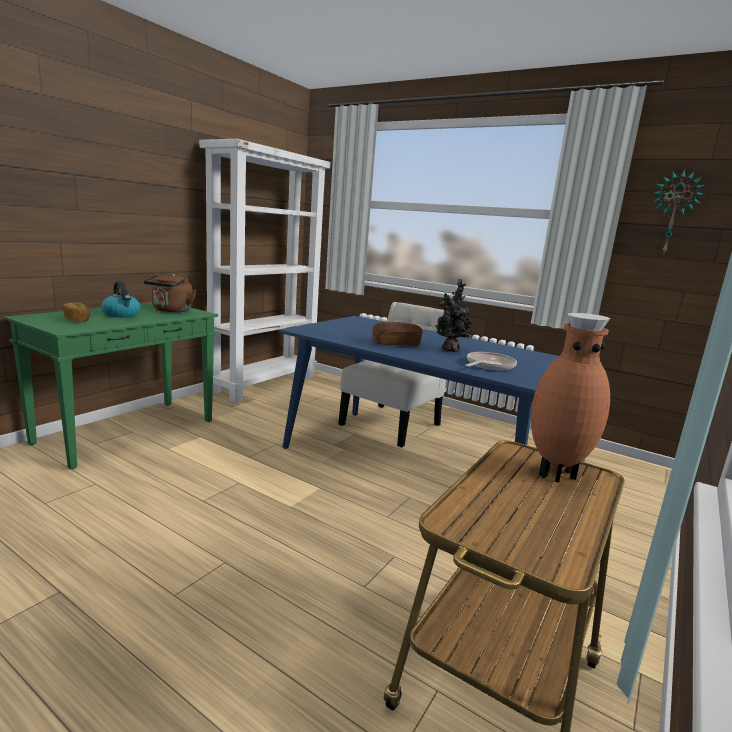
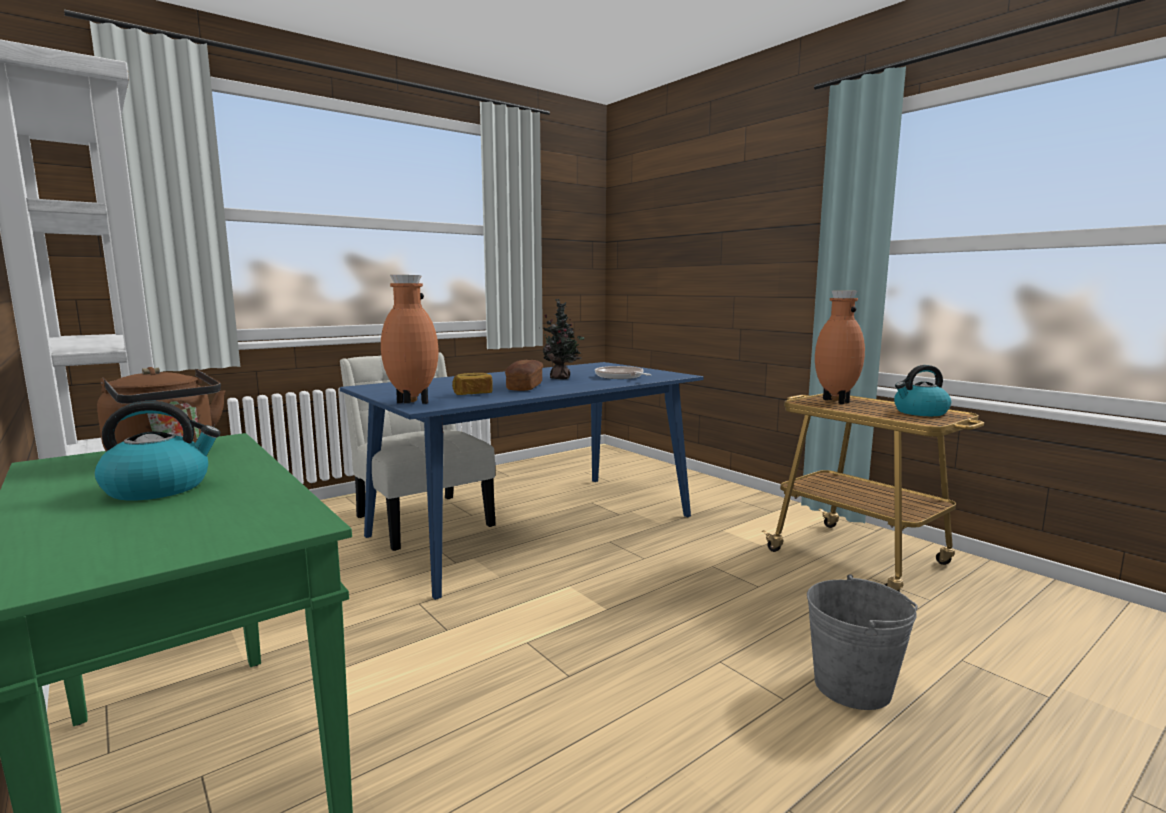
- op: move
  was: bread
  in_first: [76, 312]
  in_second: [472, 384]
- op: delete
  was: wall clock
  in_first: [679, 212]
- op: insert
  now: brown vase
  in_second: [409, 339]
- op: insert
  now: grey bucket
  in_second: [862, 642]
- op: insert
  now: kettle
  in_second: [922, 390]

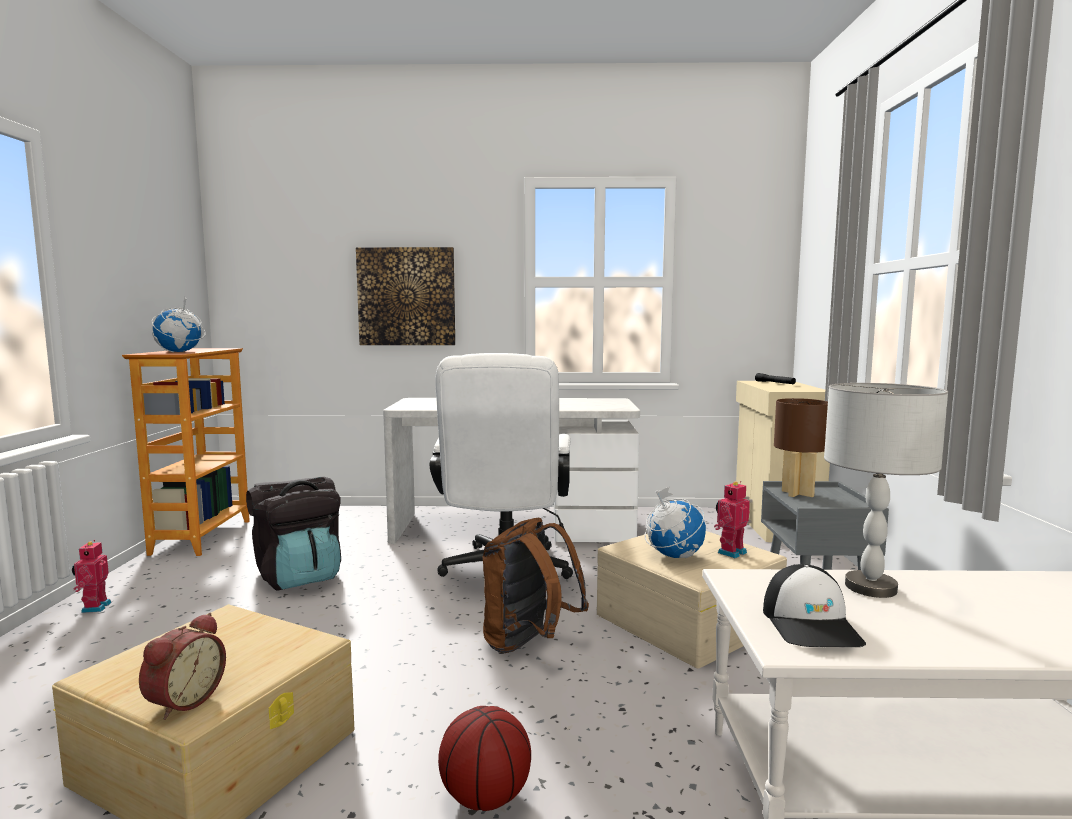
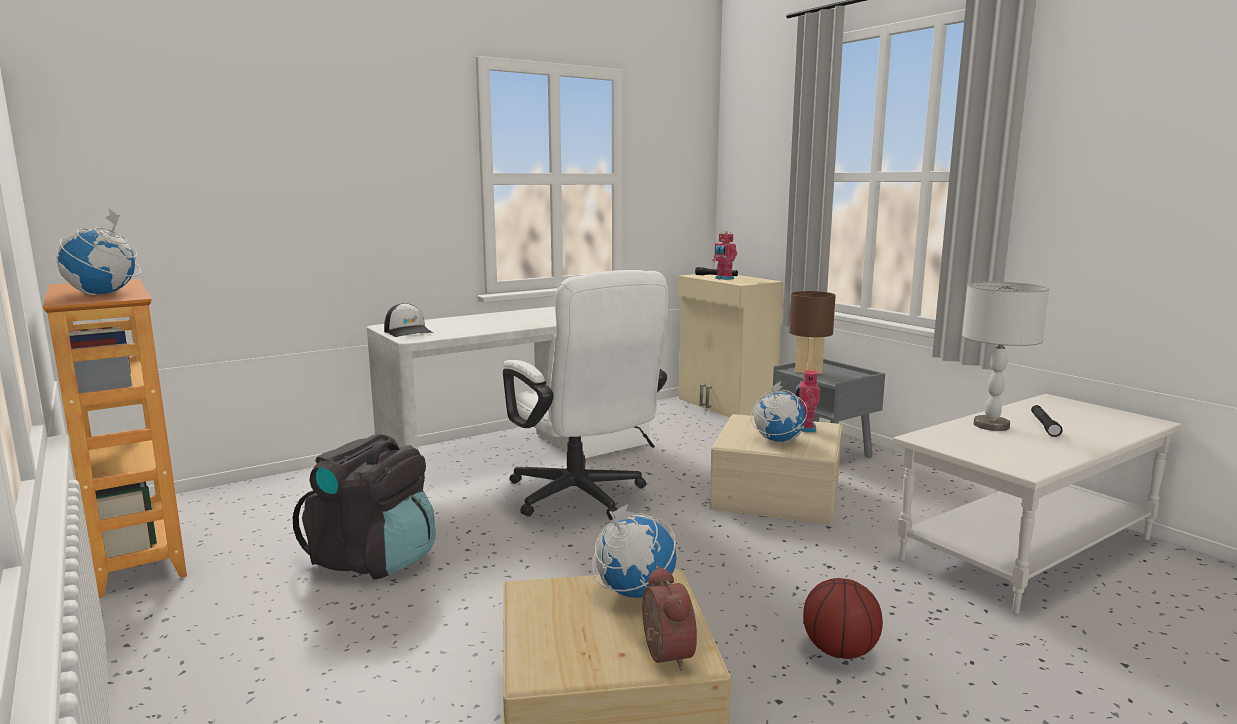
- op: move
  was: toy robot
  in_first: [92, 576]
  in_second: [724, 255]
- op: delete
  was: picture
  in_first: [405, 296]
- op: delete
  was: brown backpack
  in_first: [536, 585]
- op: move
  was: cap
  in_first: [814, 605]
  in_second: [408, 320]
- op: insert
  now: globe
  in_second: [634, 551]
- op: insert
  now: black flashlight
  in_second: [1047, 421]

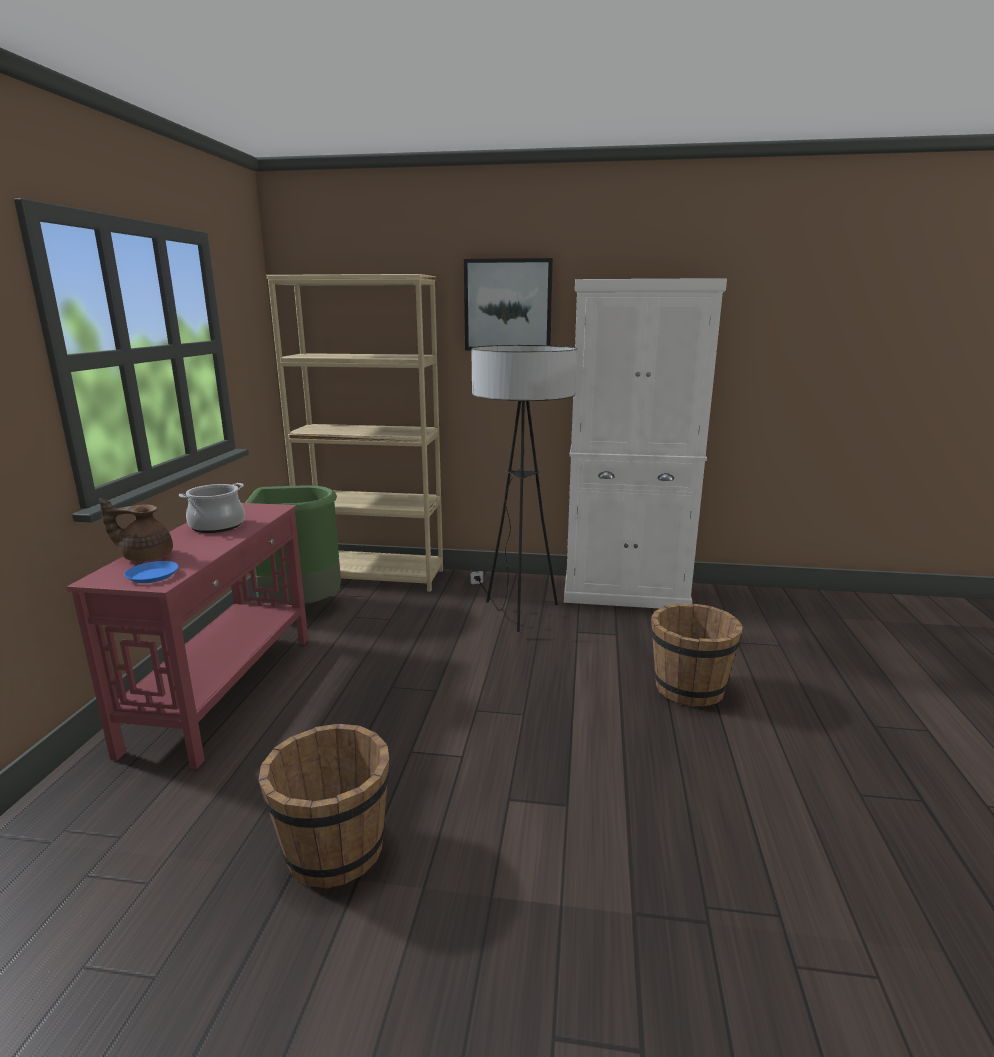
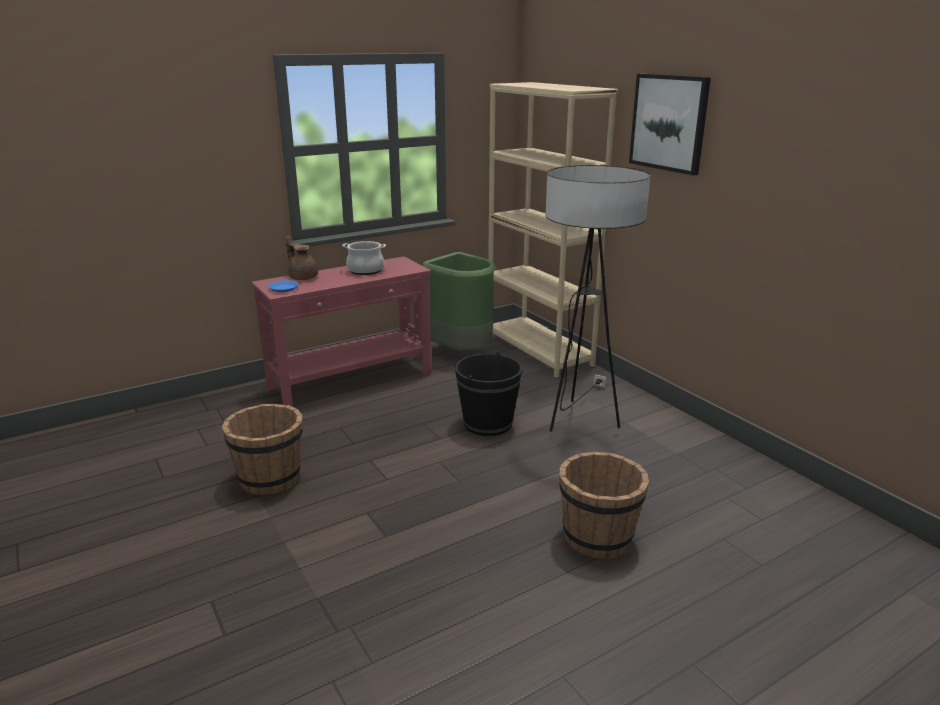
- op: delete
  was: white cabinet
  in_first: [645, 443]
- op: insert
  now: black bucket
  in_second: [489, 393]

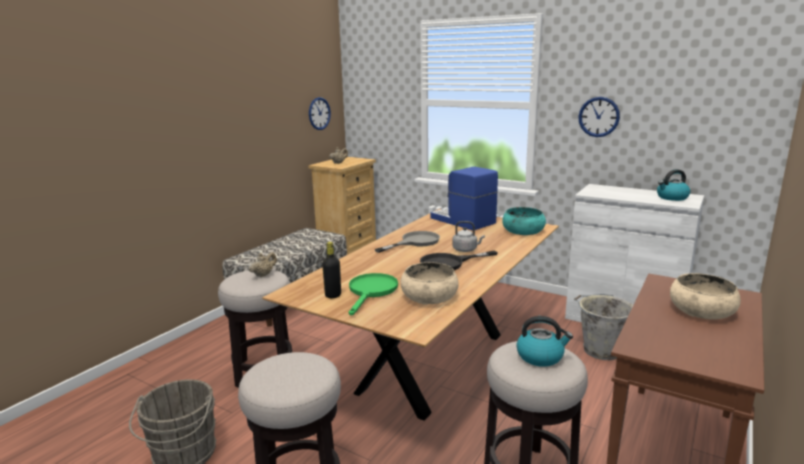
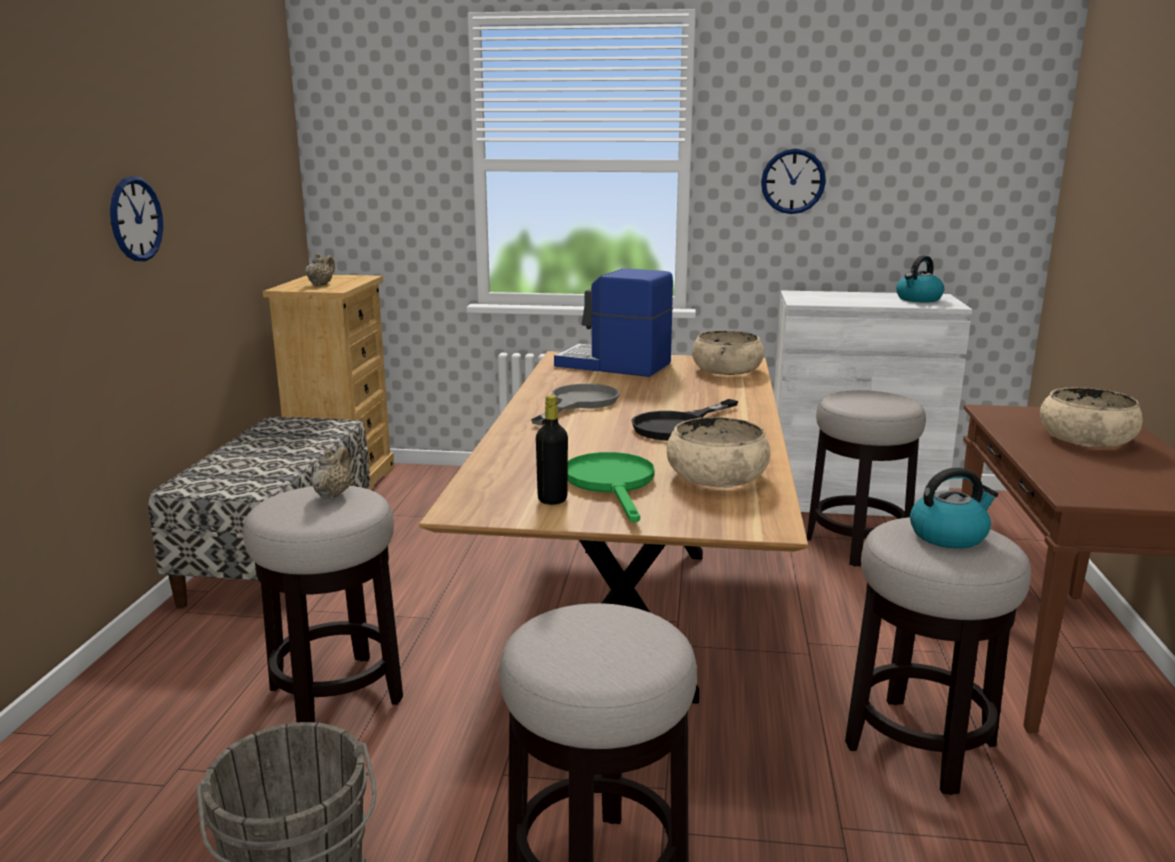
- op: move
  was: wall clock
  in_first: [320, 113]
  in_second: [136, 218]
- op: delete
  was: grey kettle
  in_first: [468, 236]
- op: recolor
  was: turquoise bowl
  now: beige bowl
  in_first: [524, 221]
  in_second: [728, 353]
- op: replace
  was: grey bucket
  now: stool
  in_first: [603, 327]
  in_second: [866, 478]

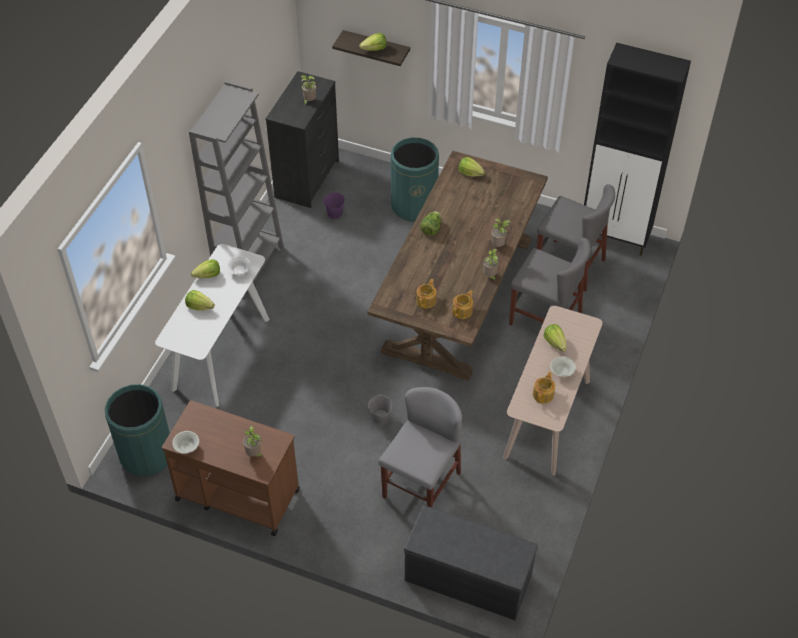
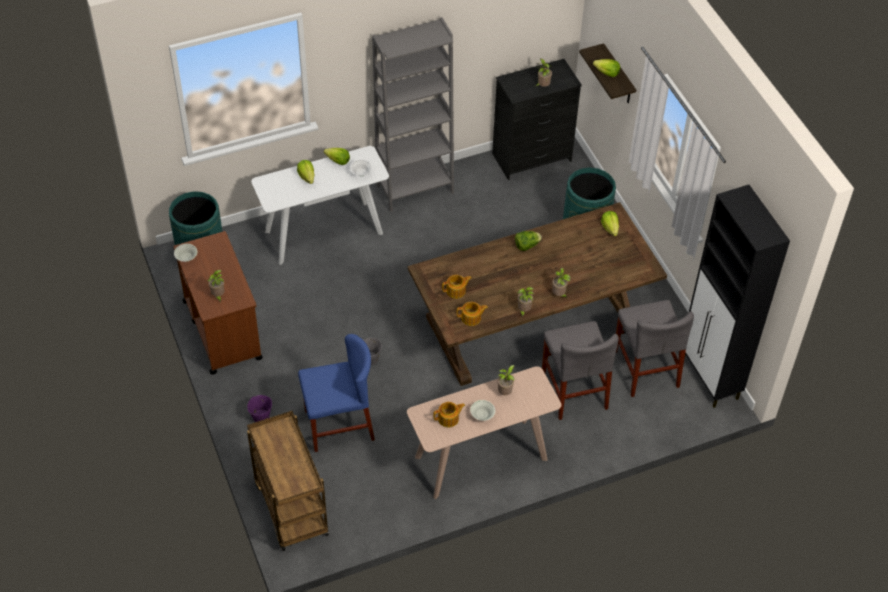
- op: move
  was: purple bucket
  in_first: [334, 205]
  in_second: [259, 408]
- op: recolor
  was: grey chair
  now: blue chair
  in_first: [420, 447]
  in_second: [336, 393]
- op: replace
  was: grey bench
  now: brown cart
  in_first: [471, 562]
  in_second: [288, 481]
- op: replace
  was: lettuce
  now: potted plant
  in_first: [554, 338]
  in_second: [506, 380]

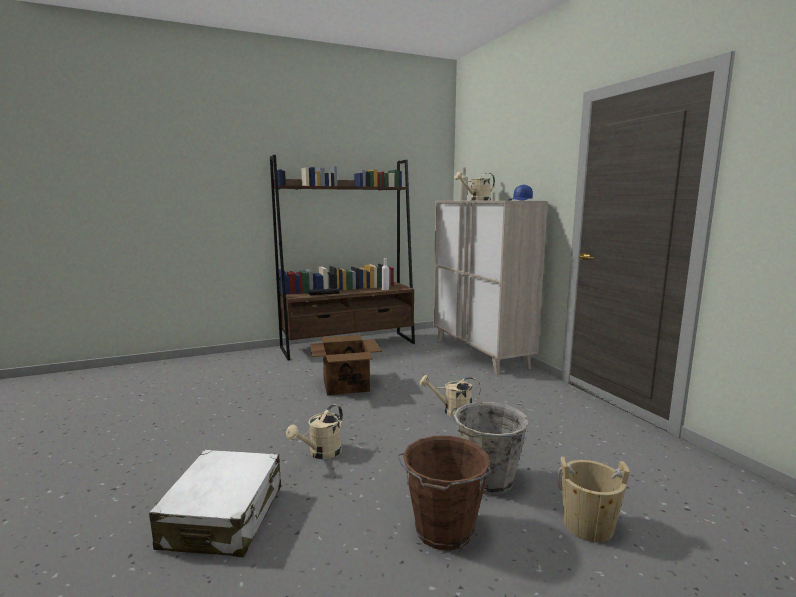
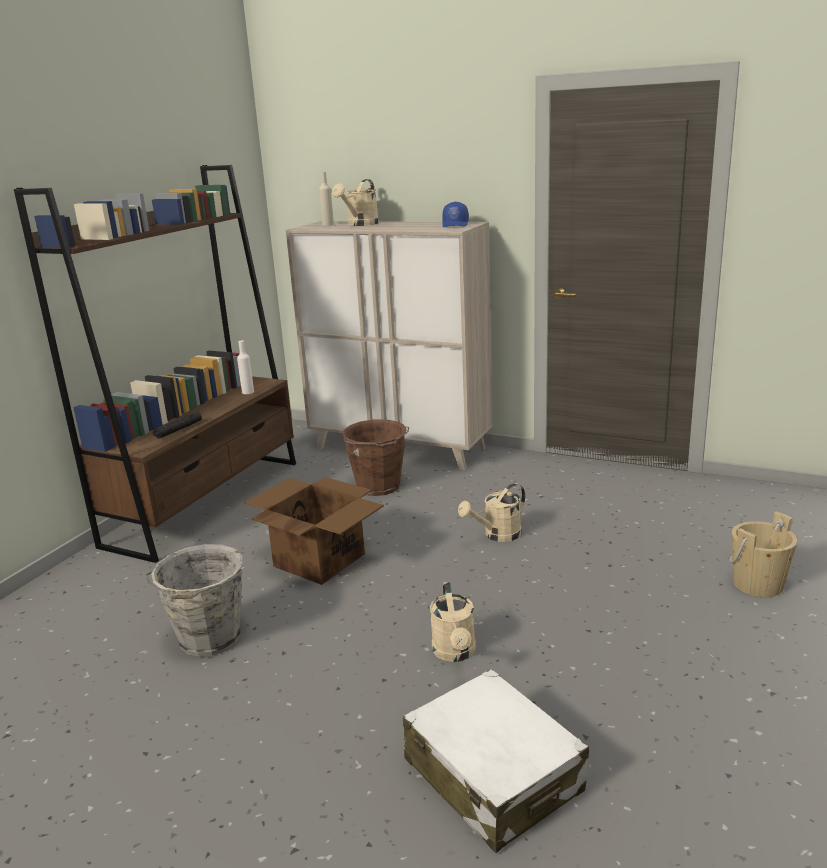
- op: move
  was: brown bucket
  in_first: [444, 493]
  in_second: [375, 457]
- op: move
  was: grey bucket
  in_first: [490, 448]
  in_second: [194, 600]

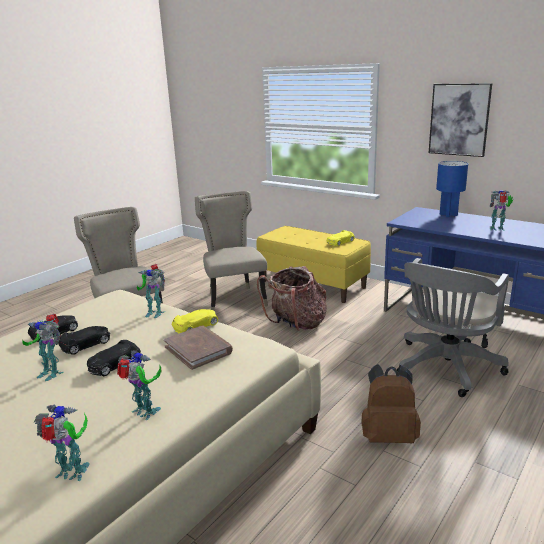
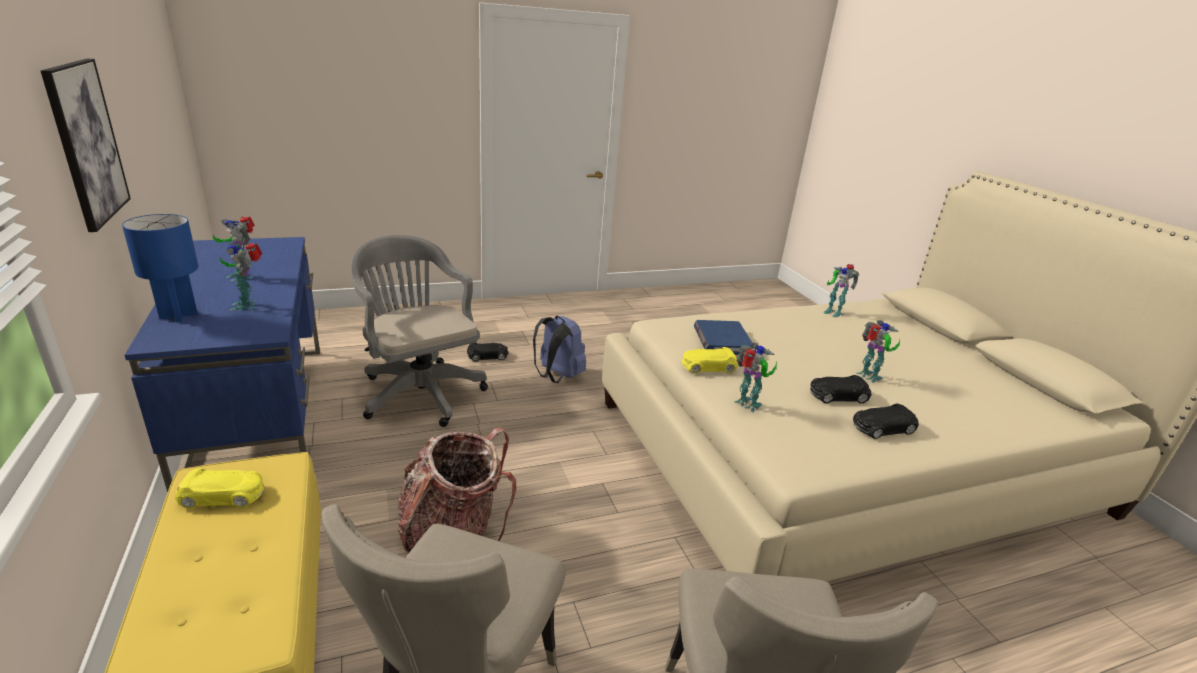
- op: move
  was: black toy car
  in_first: [114, 358]
  in_second: [488, 352]
- op: move
  was: toy robot
  in_first: [139, 385]
  in_second: [241, 277]
- op: recolor
  was: brown book
  now: blue book
  in_first: [198, 347]
  in_second: [723, 337]
- op: recolor
  was: brown backpack
  now: blue backpack
  in_first: [391, 403]
  in_second: [559, 349]
- op: rotate
  was: grey office chair
  in_first: [453, 327]
  in_second: [419, 331]
  clockwise: -105

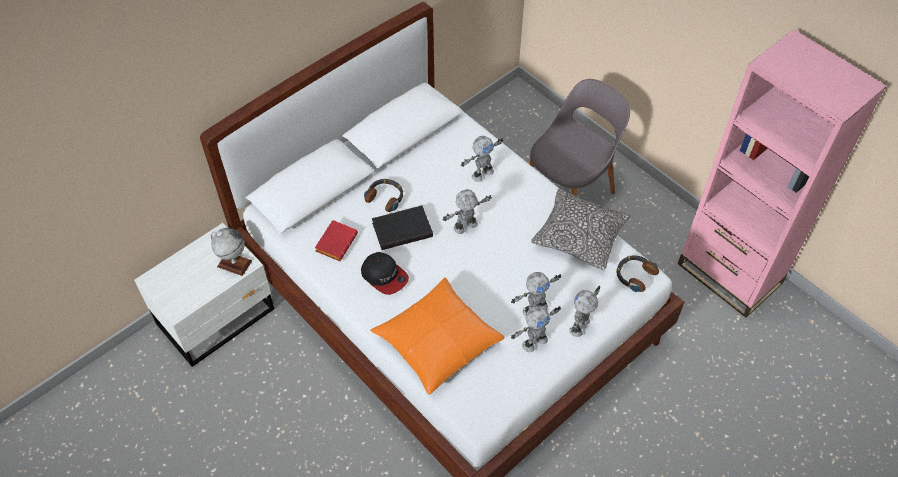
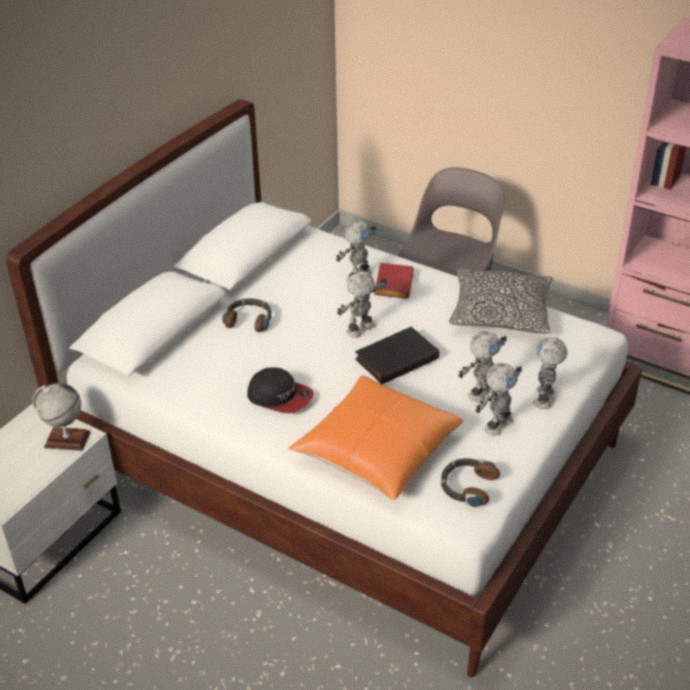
- op: move
  was: red book
  in_first: [336, 240]
  in_second: [394, 281]
- op: move
  was: black book
  in_first: [402, 228]
  in_second: [397, 355]
- op: move
  was: headphones
  in_first: [637, 273]
  in_second: [470, 482]

